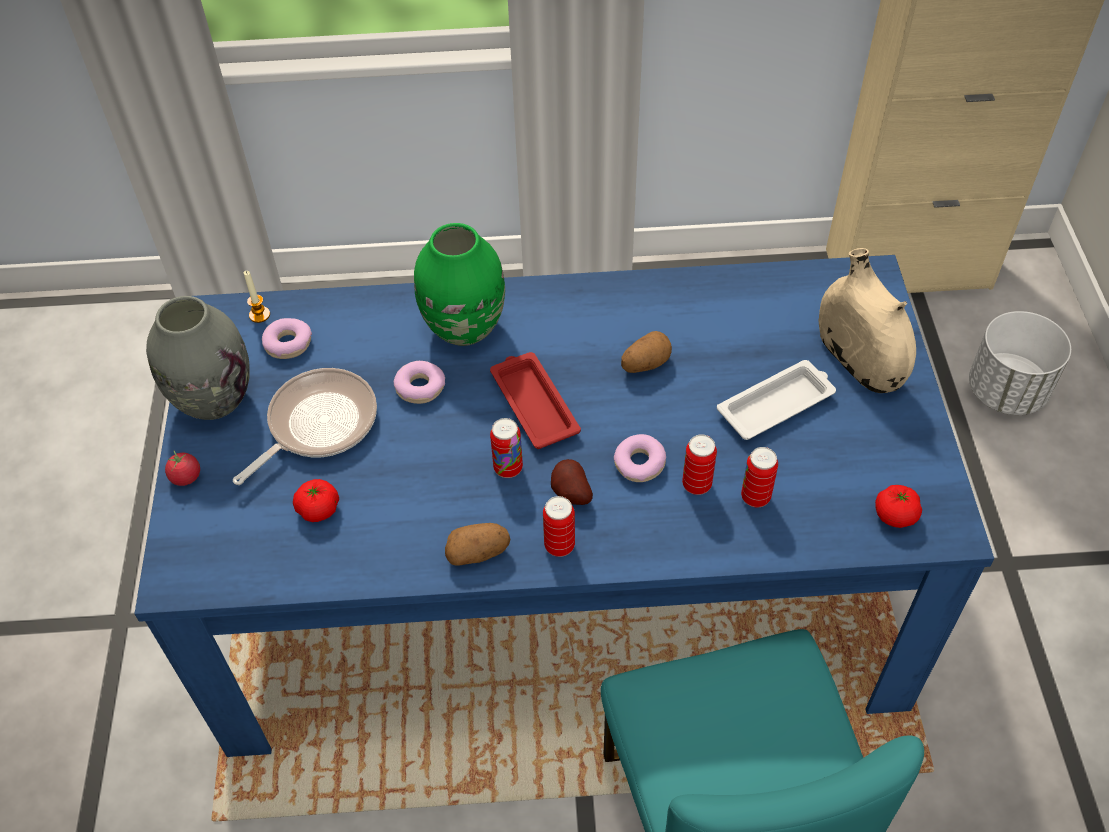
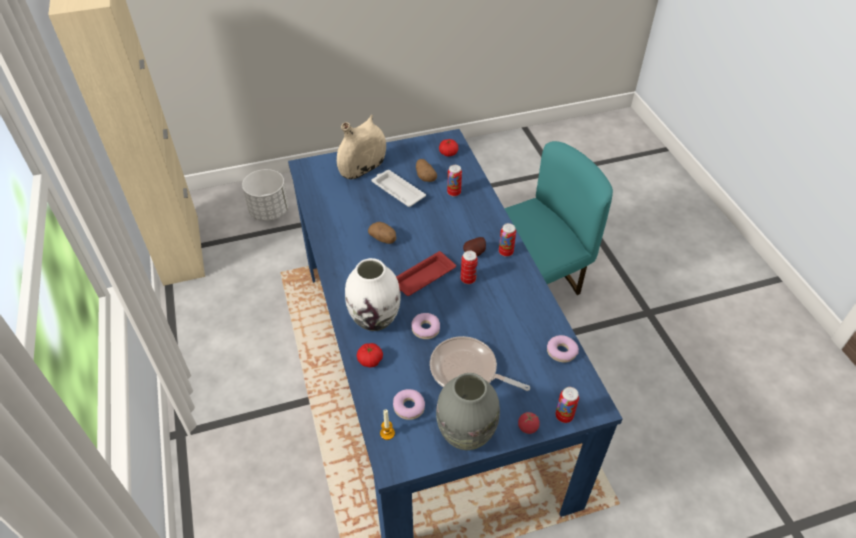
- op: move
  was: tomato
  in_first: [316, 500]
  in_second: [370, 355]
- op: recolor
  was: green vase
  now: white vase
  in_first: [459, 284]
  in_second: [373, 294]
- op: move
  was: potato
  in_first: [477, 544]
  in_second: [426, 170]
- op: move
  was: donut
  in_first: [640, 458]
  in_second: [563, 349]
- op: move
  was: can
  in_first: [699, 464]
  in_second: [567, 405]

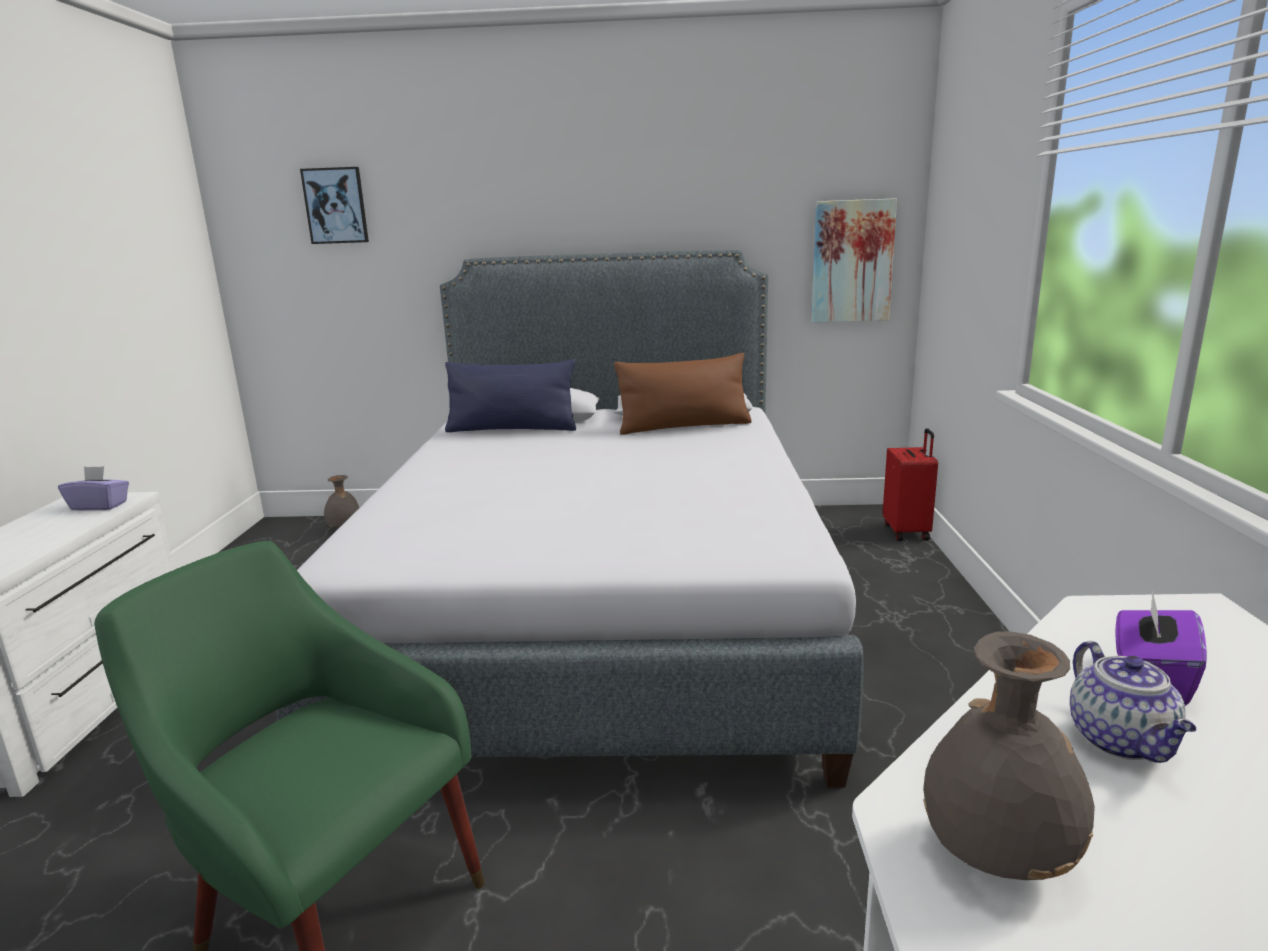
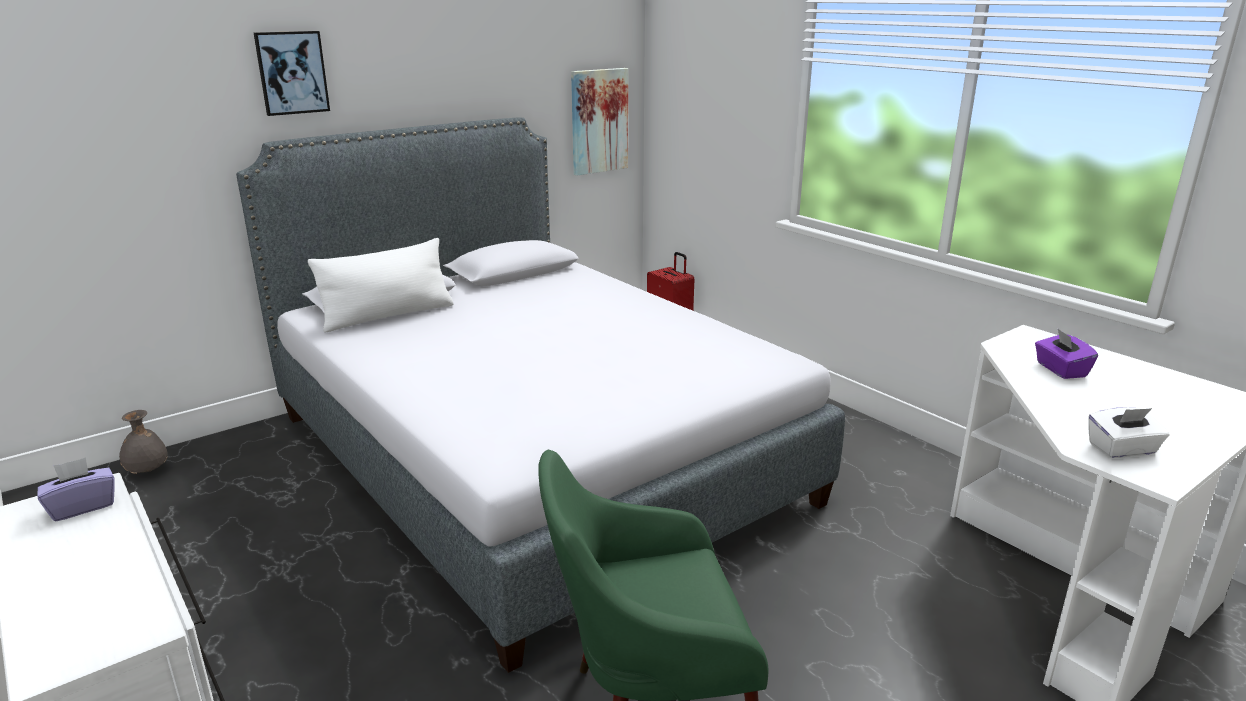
- op: move
  was: picture
  in_first: [334, 205]
  in_second: [292, 73]
- op: recolor
  was: blue pillow
  now: white pillow
  in_first: [510, 395]
  in_second: [381, 285]
- op: delete
  was: brown pillow
  in_first: [683, 394]
- op: replace
  was: grey vase
  now: white tissue box
  in_first: [1009, 755]
  in_second: [1128, 432]
- op: delete
  was: teapot
  in_first: [1133, 702]

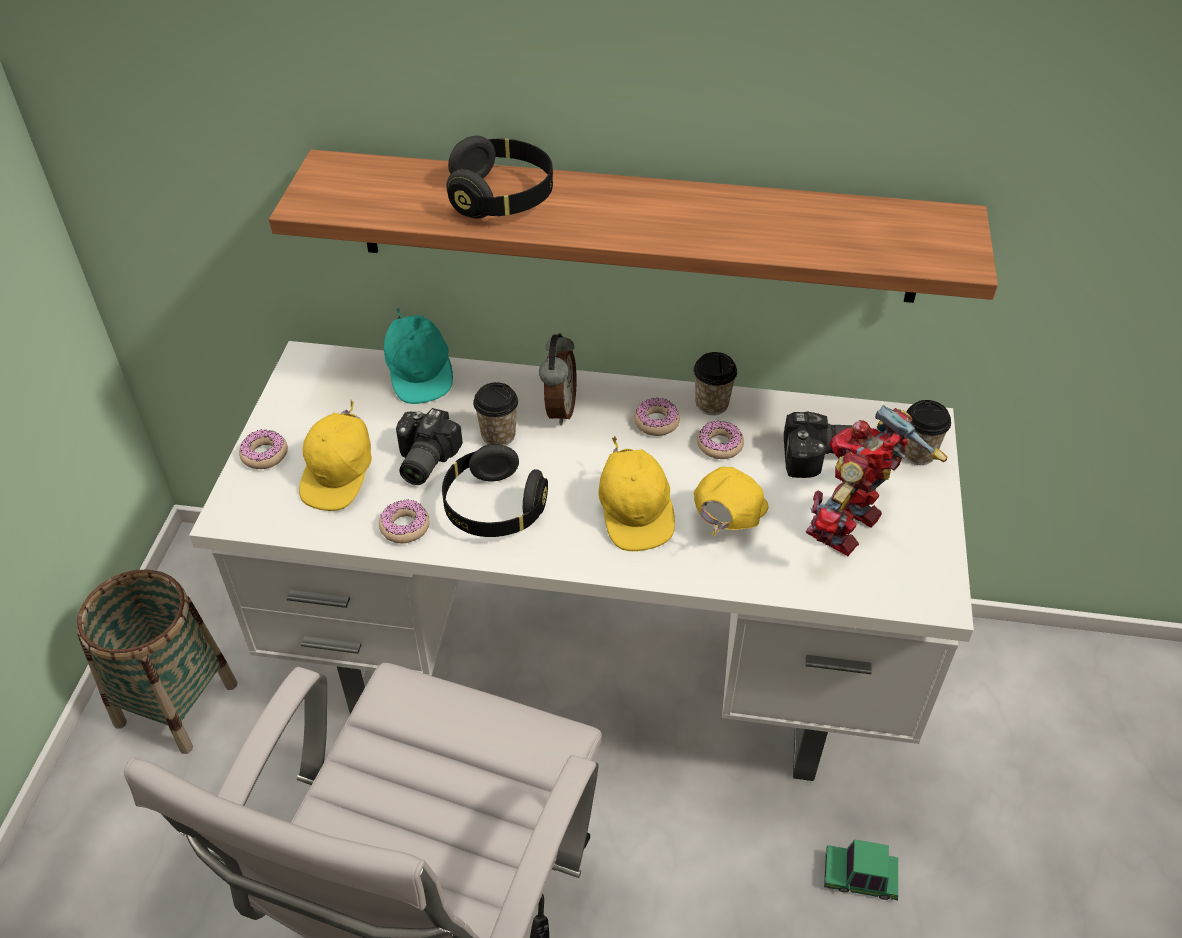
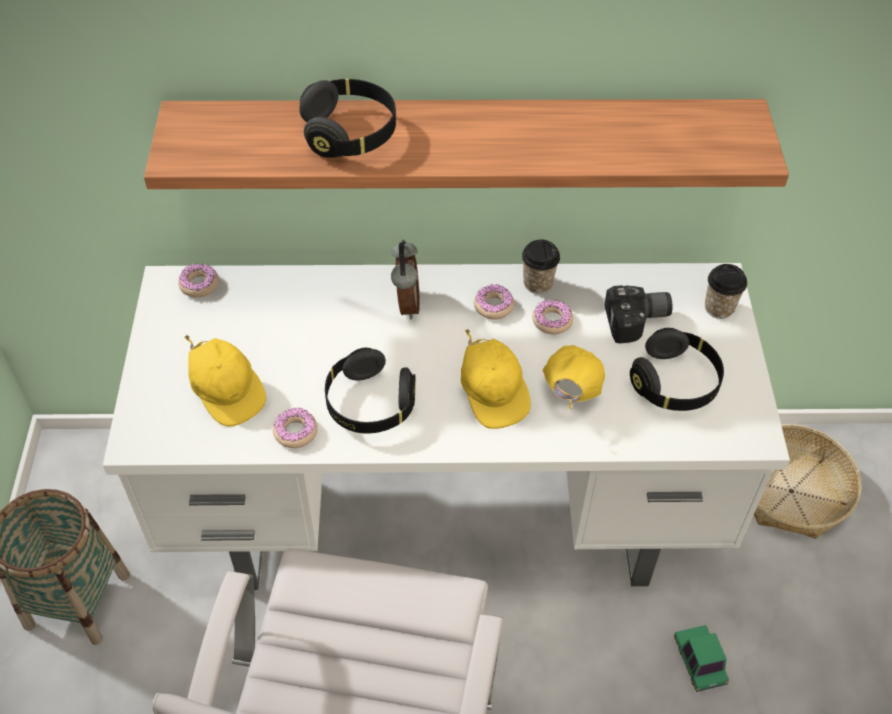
- op: move
  was: donut
  in_first: [263, 449]
  in_second: [198, 280]
- op: rotate
  was: yellow cap
  in_first: [335, 455]
  in_second: [225, 381]
  clockwise: -45
- op: delete
  was: turquoise cap
  in_first: [418, 355]
- op: delete
  was: photo camera
  in_first: [429, 446]
- op: delete
  was: cup
  in_first: [495, 414]
- op: replace
  was: toy robot
  now: black headphones
  in_first: [876, 480]
  in_second: [677, 369]
- op: rotate
  was: toy car
  in_first: [861, 870]
  in_second: [701, 658]
  clockwise: 75
- op: insert
  now: basket
  in_second: [807, 481]

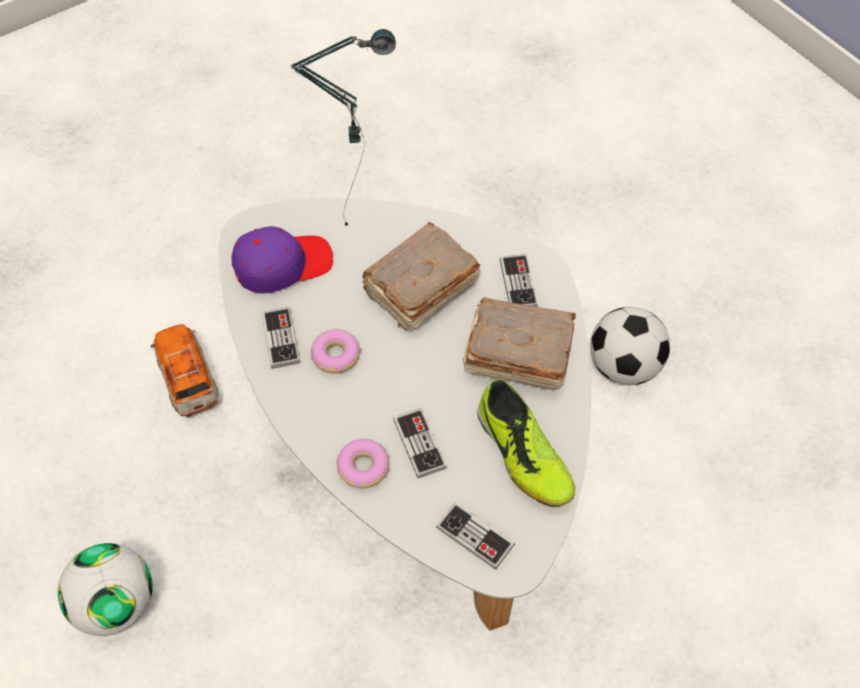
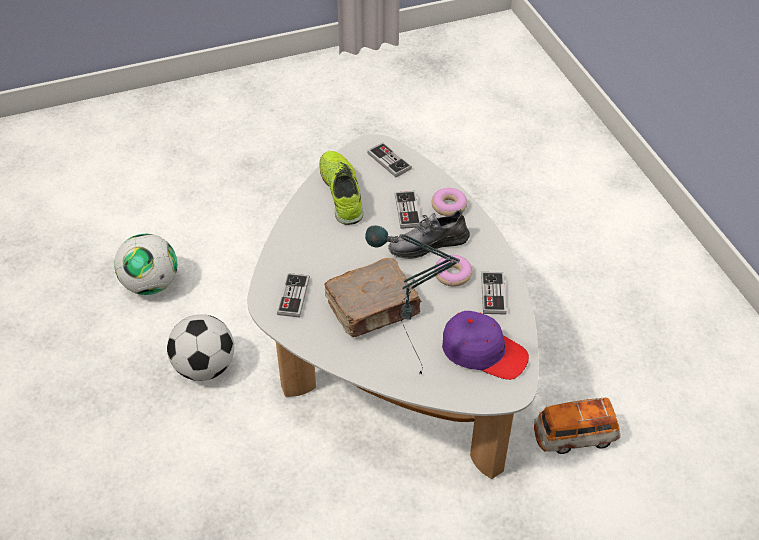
- op: move
  was: football
  in_first: [105, 589]
  in_second: [145, 264]
- op: rotate
  was: toy car
  in_first: [185, 371]
  in_second: [577, 426]
  clockwise: 90
- op: rotate
  was: purple cap
  in_first: [282, 260]
  in_second: [485, 345]
  clockwise: -150
- op: delete
  was: brown book
  in_first: [519, 343]
- op: insert
  now: grey shoe
  in_second: [429, 234]

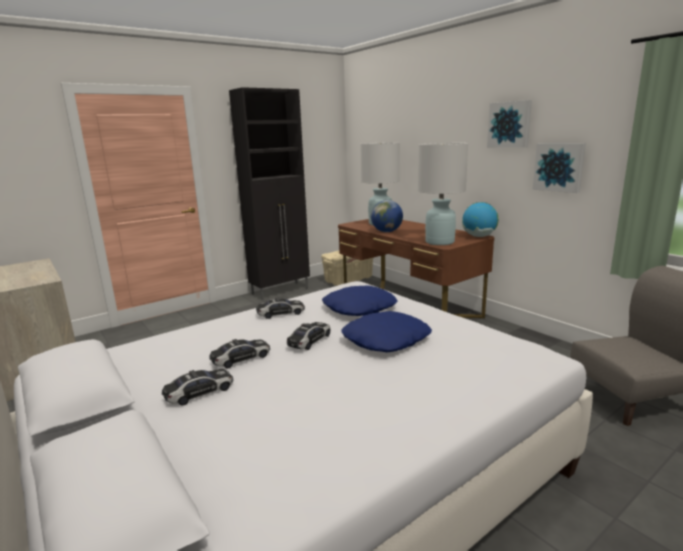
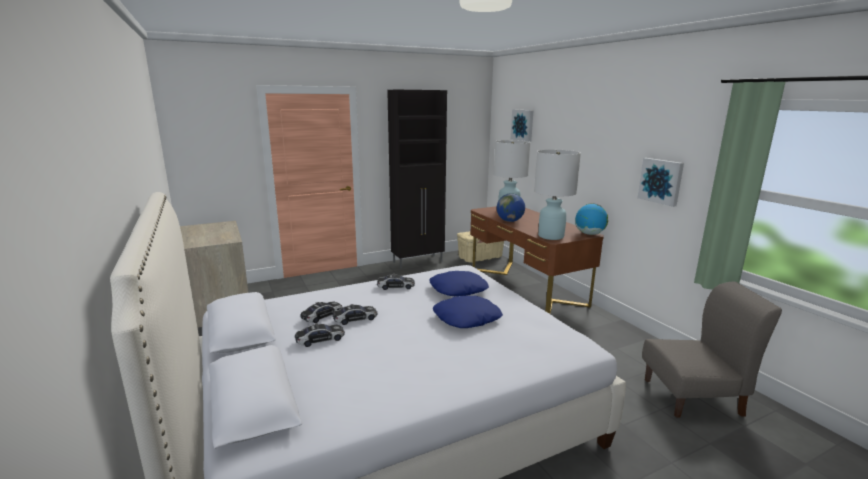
- op: move
  was: toy car
  in_first: [308, 336]
  in_second: [321, 312]
- op: move
  was: picture
  in_first: [509, 124]
  in_second: [522, 125]

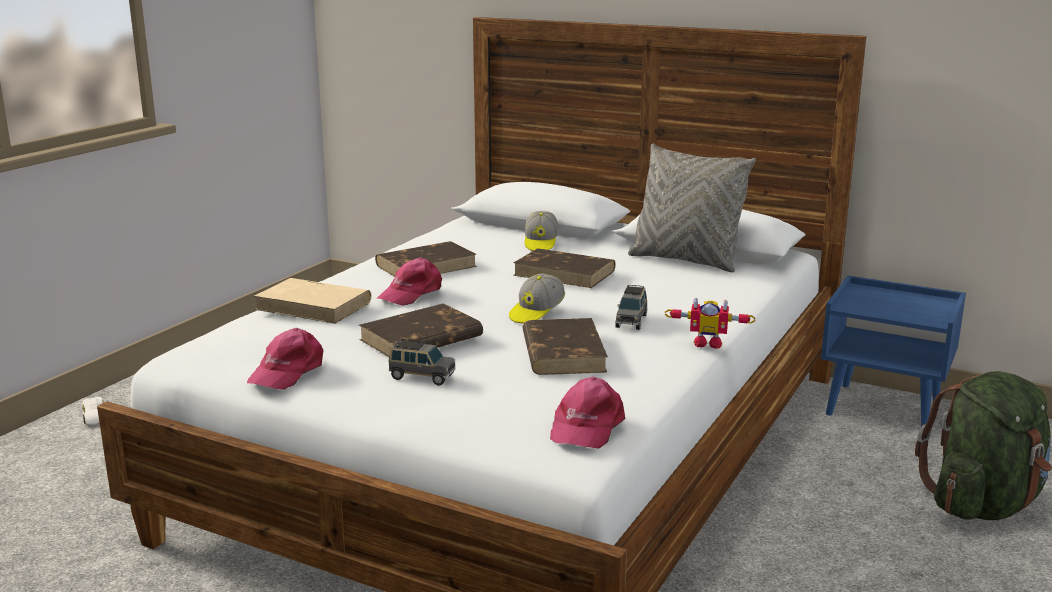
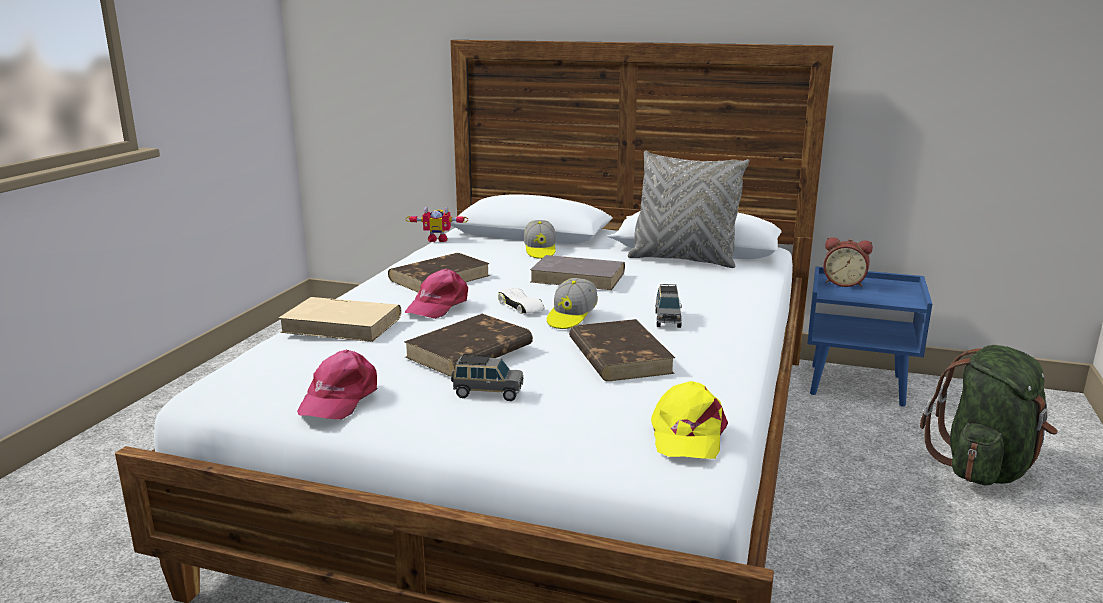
- op: move
  was: white toy car
  in_first: [93, 411]
  in_second: [521, 300]
- op: recolor
  was: brown book
  now: grey book
  in_first: [564, 268]
  in_second: [577, 272]
- op: recolor
  was: pink cap
  now: yellow cap
  in_first: [587, 413]
  in_second: [689, 420]
- op: move
  was: toy robot
  in_first: [710, 323]
  in_second: [436, 224]
- op: insert
  now: alarm clock
  in_second: [848, 262]

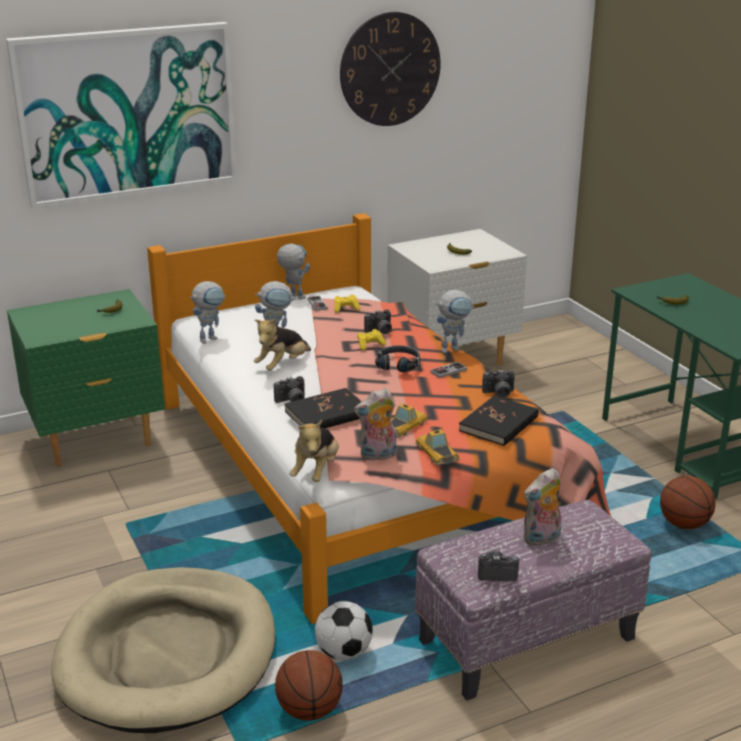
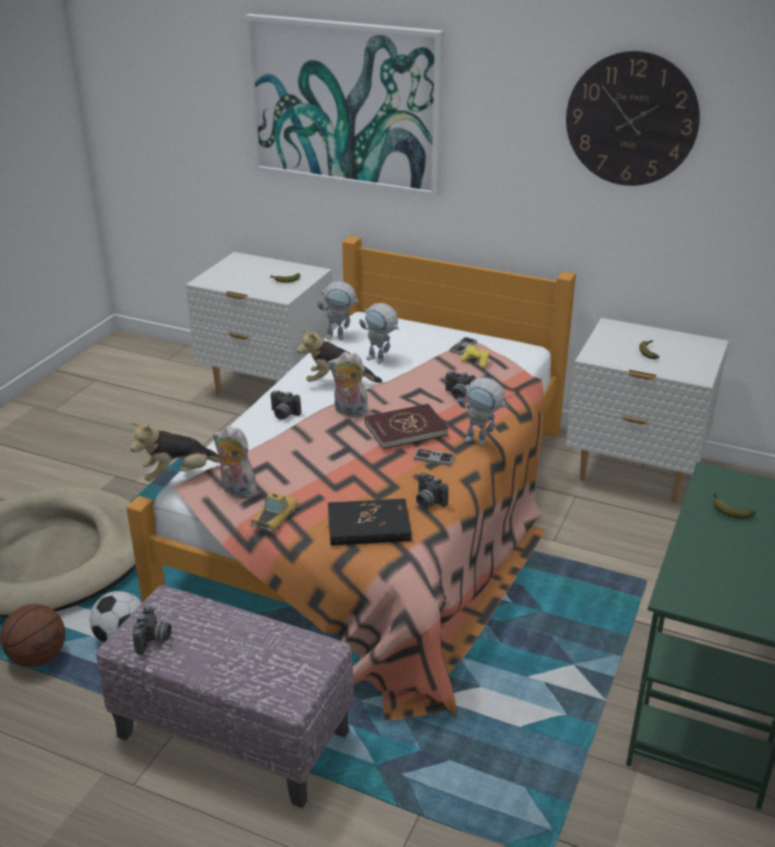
- op: recolor
  was: green nightstand
  now: white nightstand
  in_first: [86, 378]
  in_second: [259, 323]
- op: delete
  was: toy robot
  in_first: [293, 271]
- op: delete
  was: black book
  in_first: [323, 408]
- op: delete
  was: yellow game controller
  in_first: [371, 339]
- op: replace
  was: black headphones
  now: red book
  in_first: [397, 358]
  in_second: [406, 426]
- op: delete
  was: toy car
  in_first: [409, 420]
- op: rotate
  was: photo camera
  in_first: [498, 565]
  in_second: [151, 630]
  clockwise: 45
- op: move
  was: plush toy
  in_first: [542, 507]
  in_second: [348, 384]
- op: delete
  was: basketball
  in_first: [688, 502]

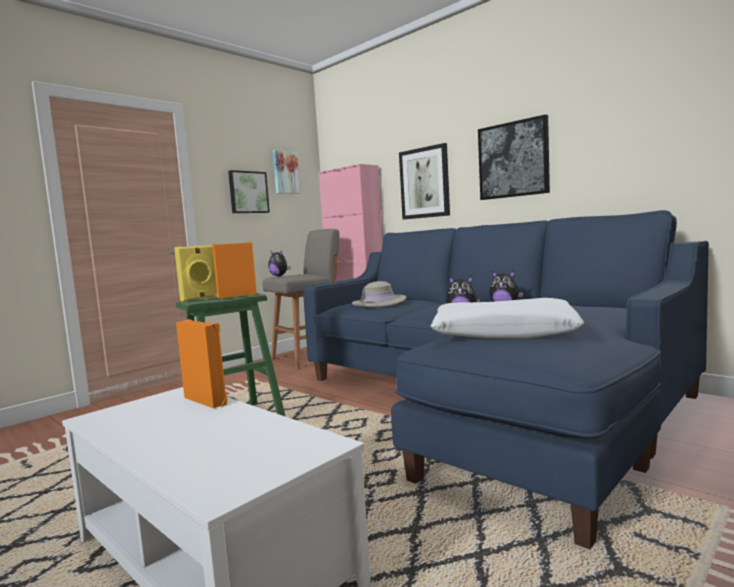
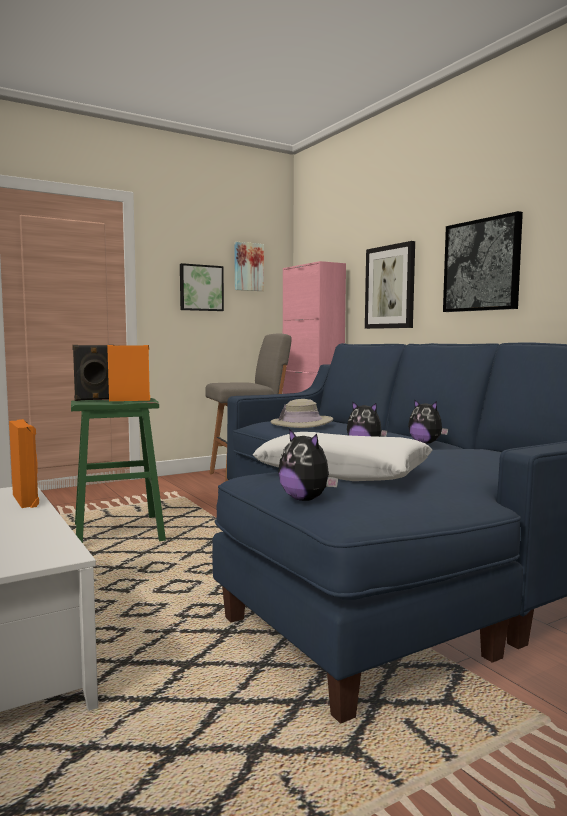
- op: recolor
  was: yellow speaker
  now: black speaker
  in_first: [195, 273]
  in_second: [93, 373]
- op: move
  was: plush toy
  in_first: [279, 263]
  in_second: [308, 465]

